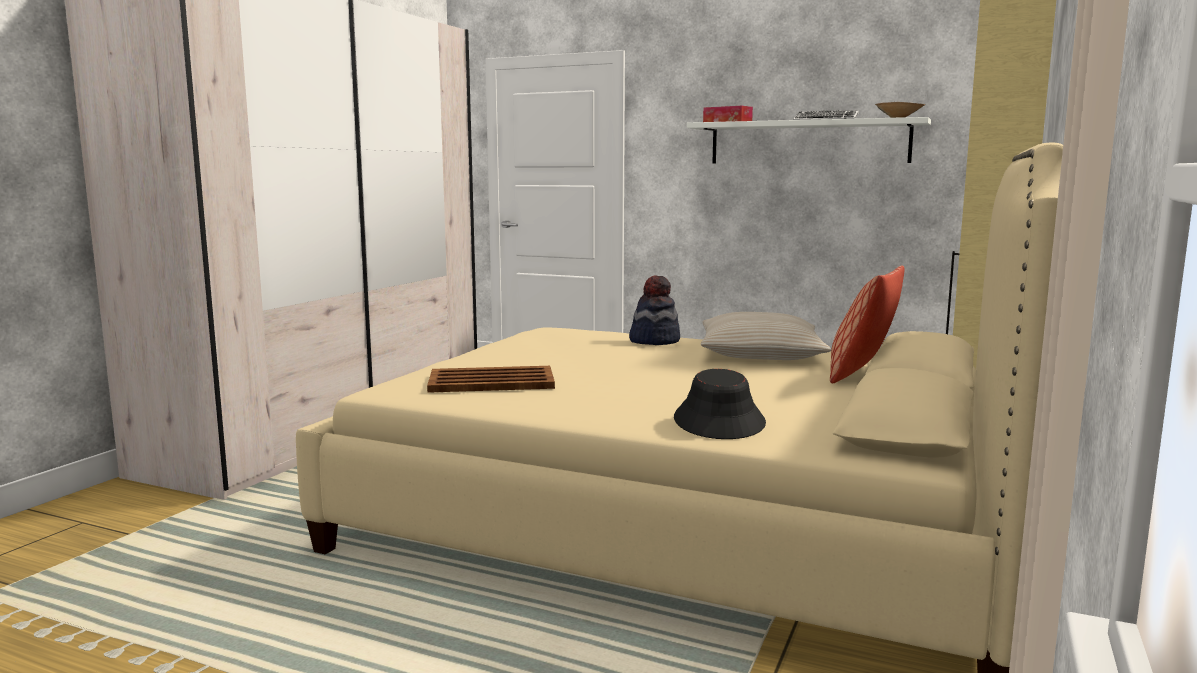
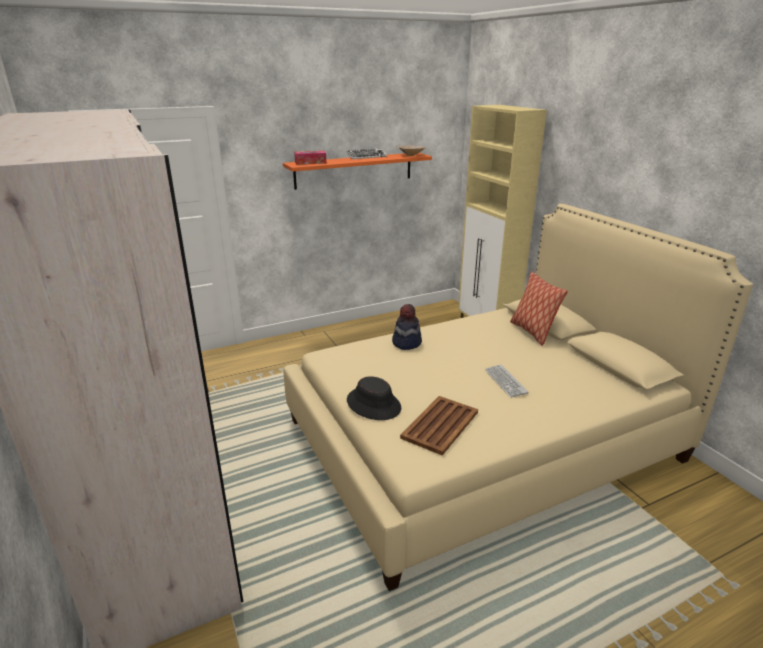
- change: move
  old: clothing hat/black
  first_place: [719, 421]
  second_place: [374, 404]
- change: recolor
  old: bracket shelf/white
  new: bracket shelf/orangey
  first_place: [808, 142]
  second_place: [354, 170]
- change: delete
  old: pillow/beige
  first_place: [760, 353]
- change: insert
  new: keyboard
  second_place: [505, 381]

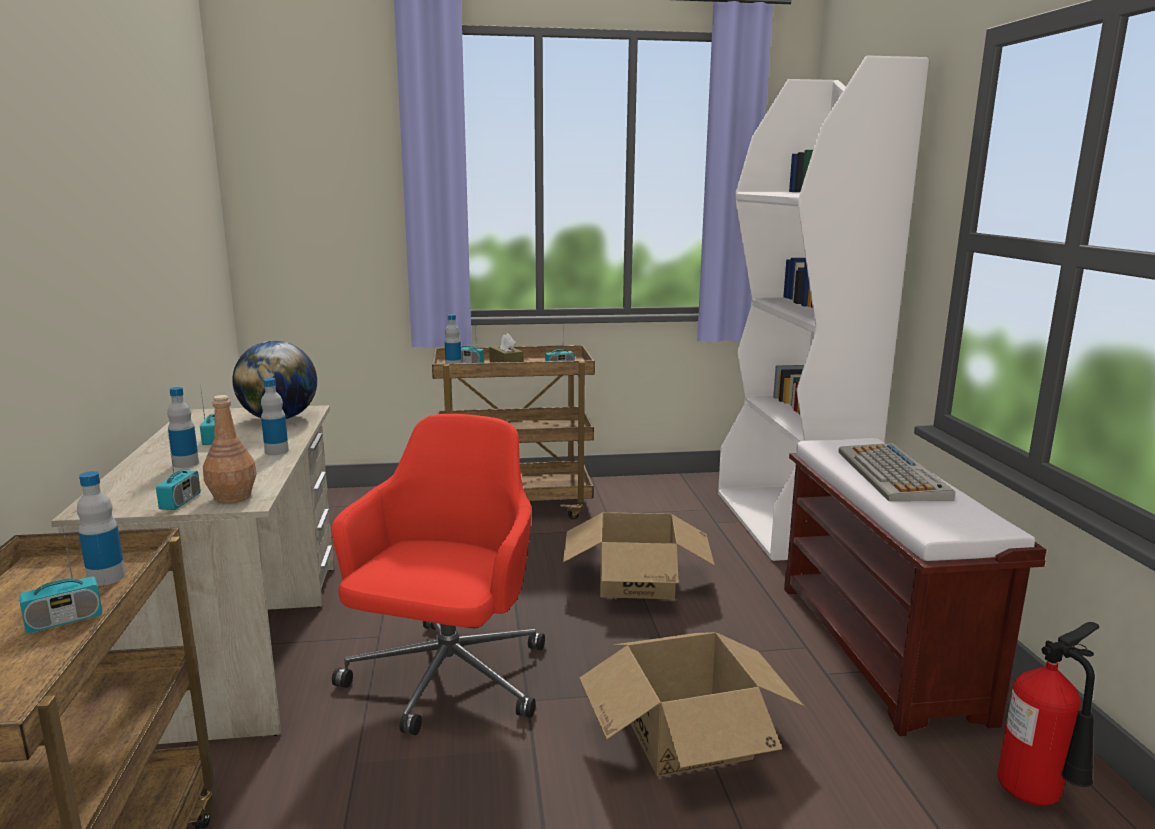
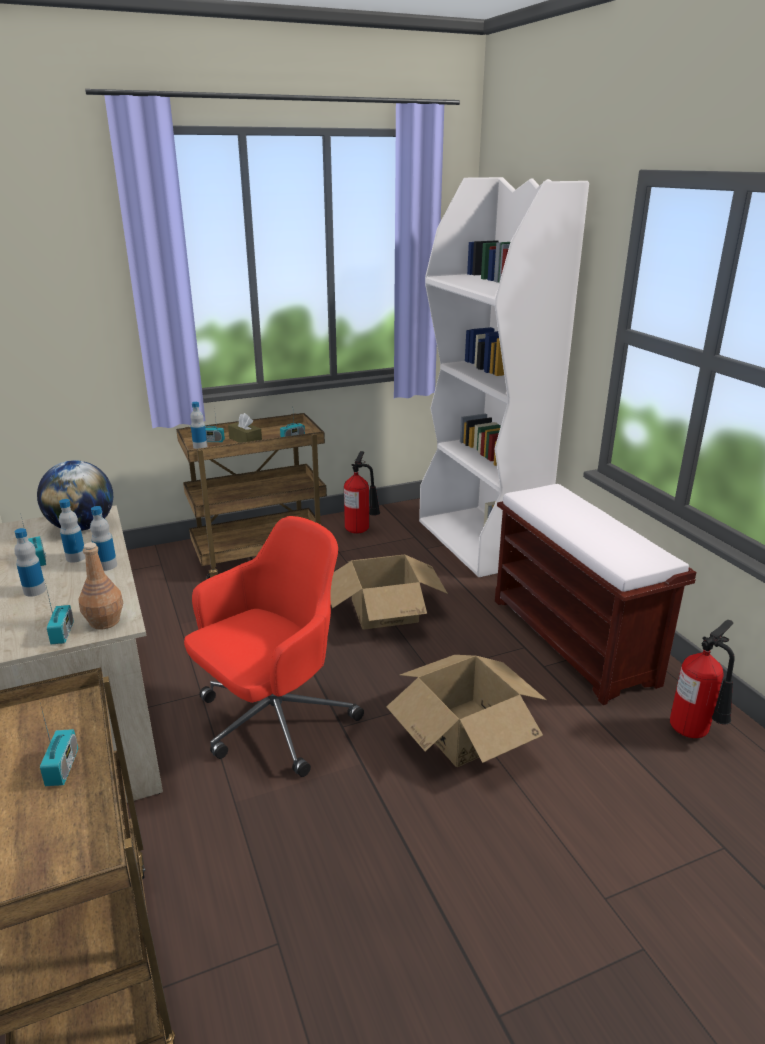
- change: rotate
  old: radio receiver
  first_place: [64, 620]
  second_place: [62, 768]
  degrees: -45
- change: move
  old: beverage bottle
  first_place: [106, 577]
  second_place: [76, 557]
- change: rotate
  old: desk chair/reddish
  first_place: [446, 680]
  second_place: [273, 721]
  degrees: 45
- change: delete
  old: keyboard
  first_place: [893, 475]
- change: insert
  new: fire-fighting cylinder
  second_place: [361, 530]

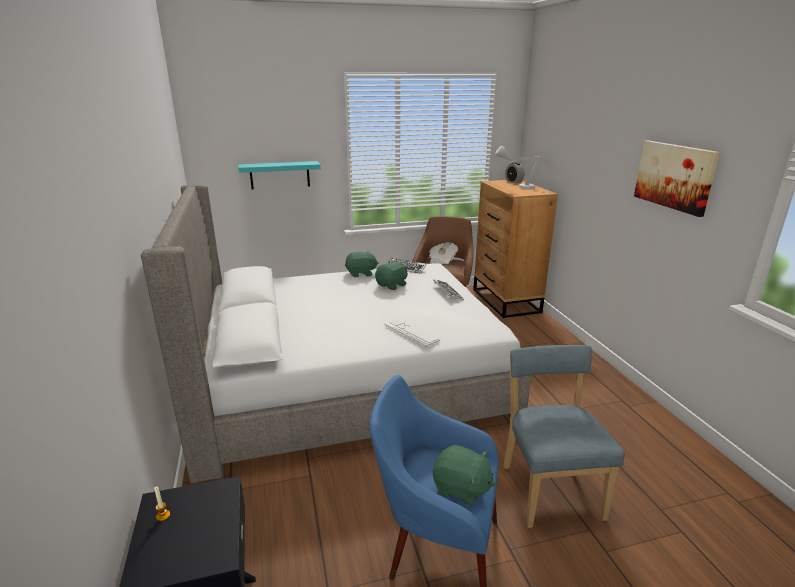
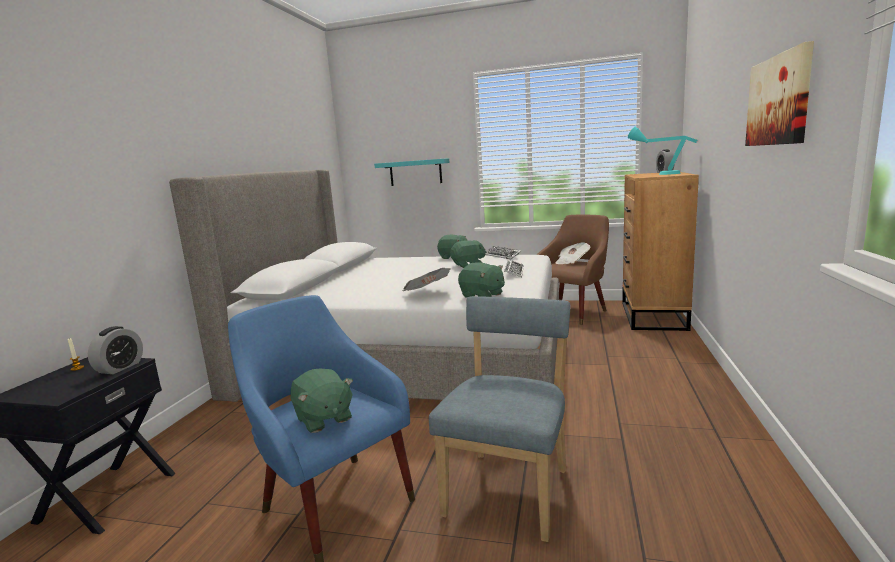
- change: replace
  old: keyboard
  new: daily paper
  first_place: [411, 333]
  second_place: [427, 293]
- change: recolor
  old: lamp for a table/grey
  new: lamp for a table/blue-green
  first_place: [517, 187]
  second_place: [658, 174]
- change: insert
  new: alarm clock
  second_place: [120, 367]
- change: insert
  new: cuddly toy/greenish
  second_place: [482, 295]

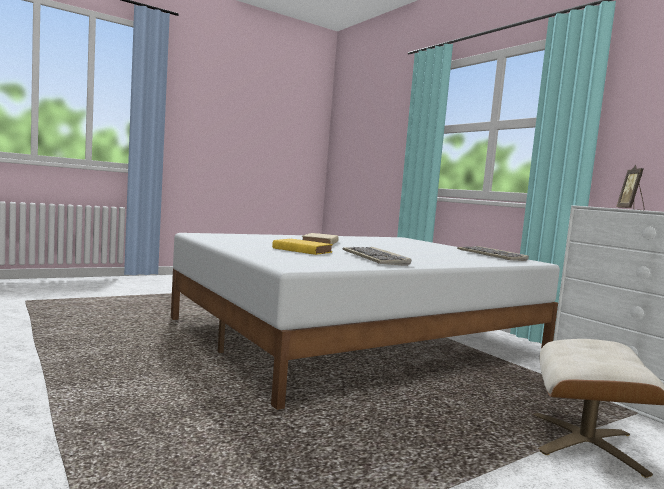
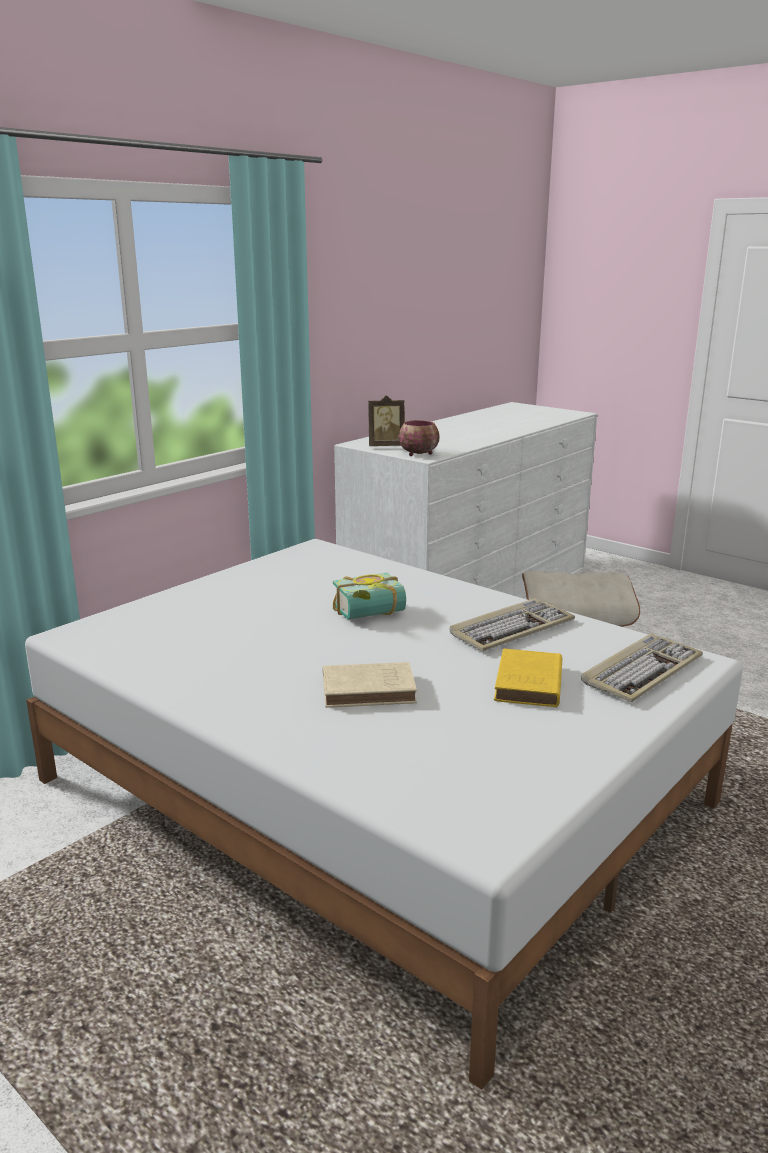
- change: move
  old: keyboard
  first_place: [492, 256]
  second_place: [641, 671]
- change: insert
  new: volume
  second_place: [371, 614]
- change: insert
  new: deep dish
  second_place: [419, 454]

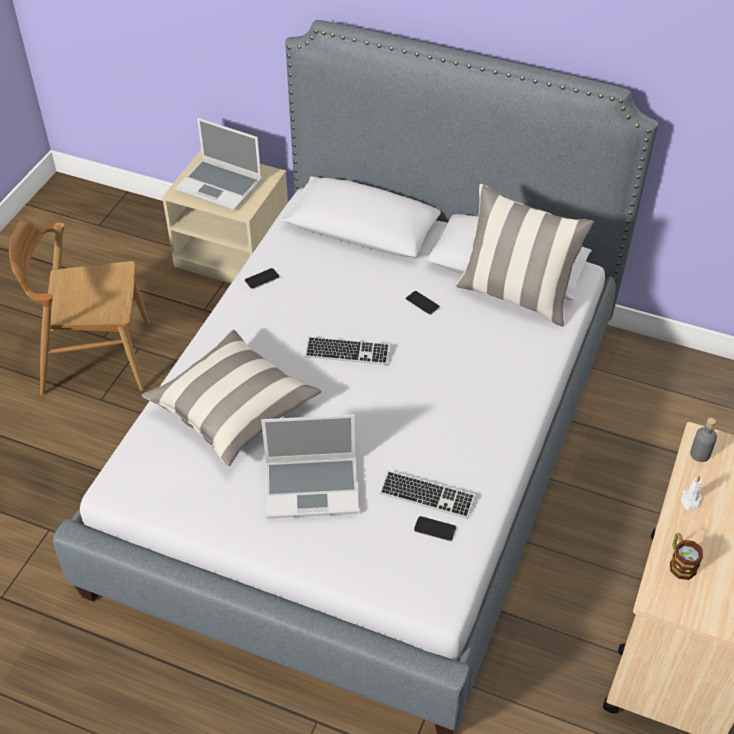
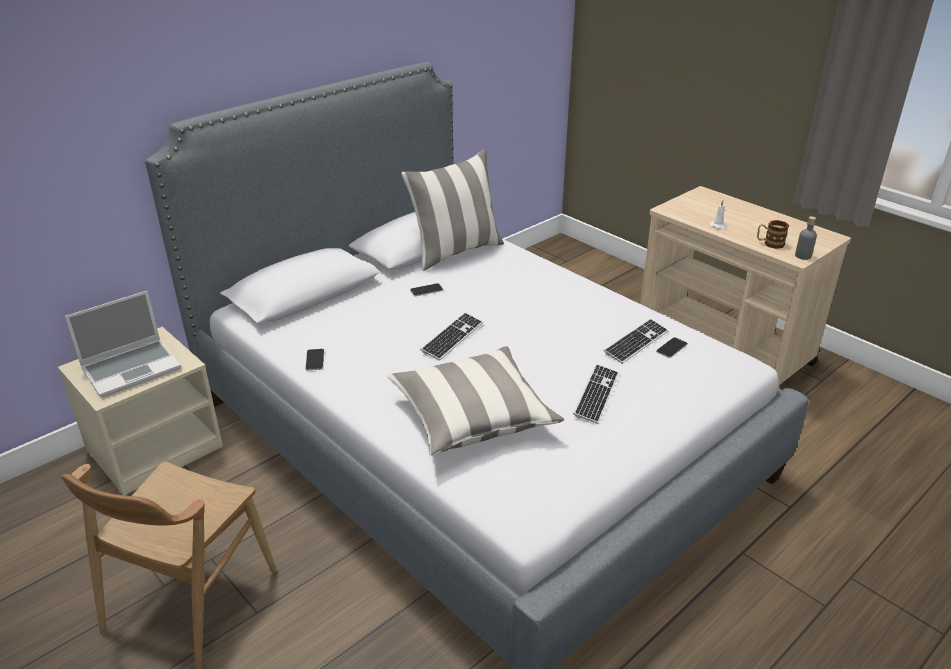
- change: replace
  old: portable computer
  new: keyboard
  first_place: [313, 487]
  second_place: [596, 395]
- change: move
  old: beverage bottle/grey
  first_place: [700, 454]
  second_place: [803, 256]

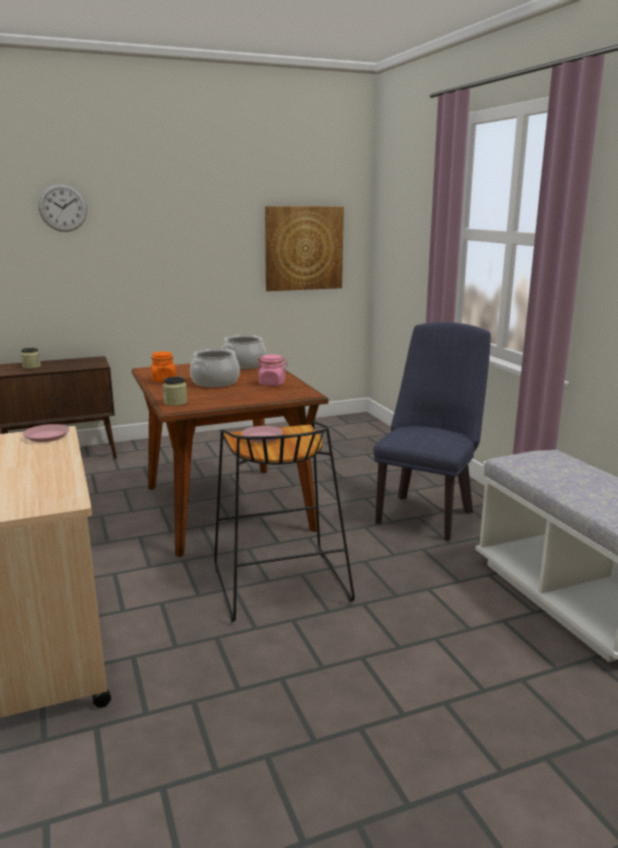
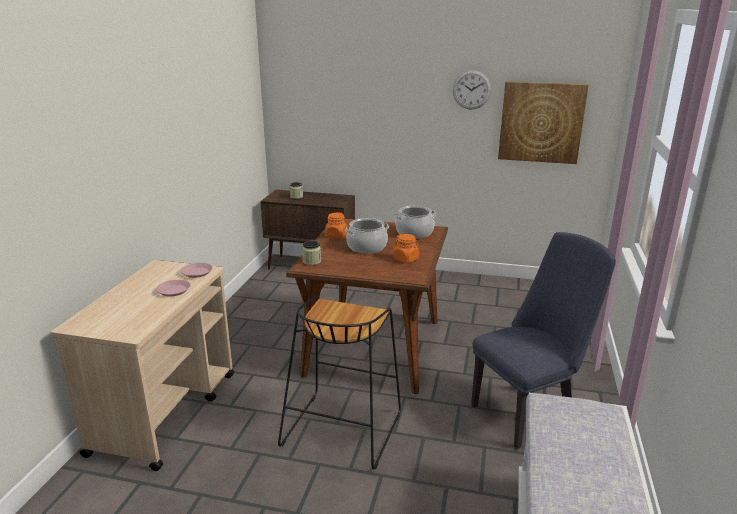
- change: move
  old: wall clock
  first_place: [63, 208]
  second_place: [471, 90]
- change: move
  old: flat dish/pink
  first_place: [262, 437]
  second_place: [174, 290]
- change: recolor
  old: storage jar/pink
  new: storage jar/orangey
  first_place: [272, 383]
  second_place: [406, 259]

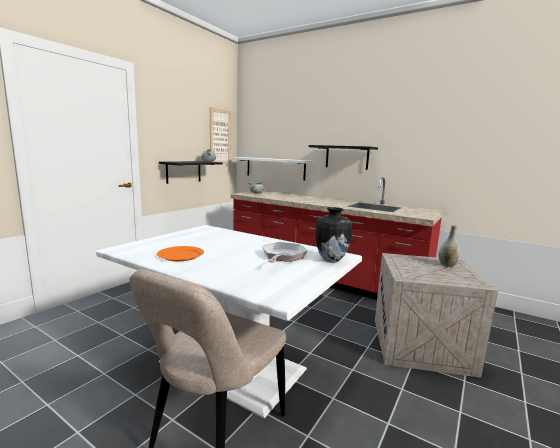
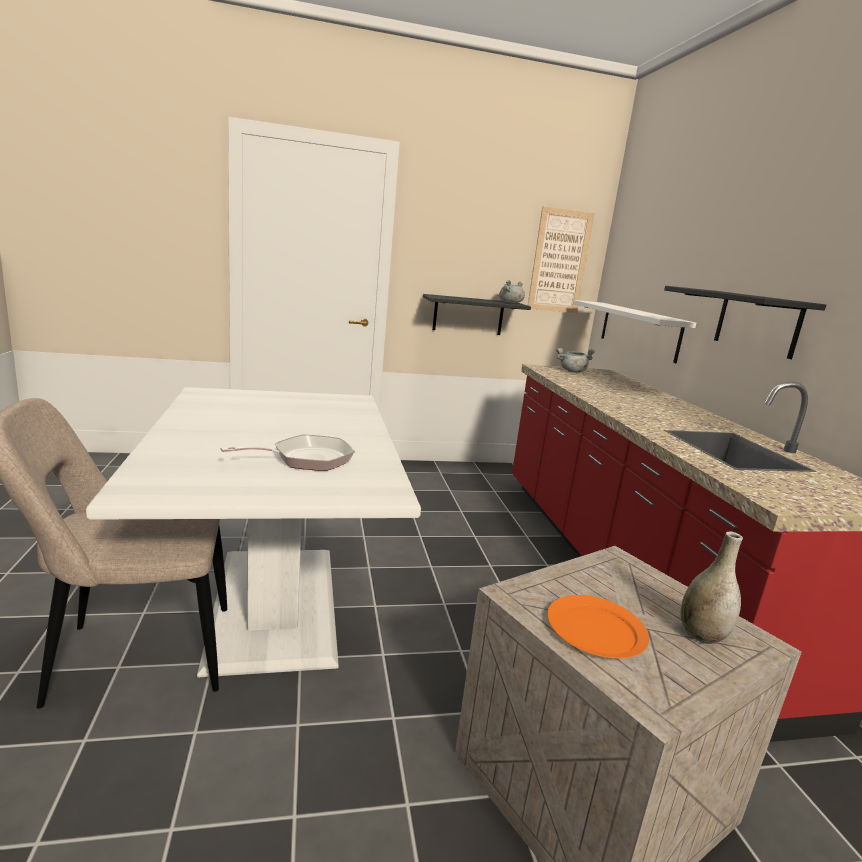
- change: move
  old: flat dish/orangey
  first_place: [181, 255]
  second_place: [596, 630]
- change: delete
  old: flower vase
  first_place: [330, 260]

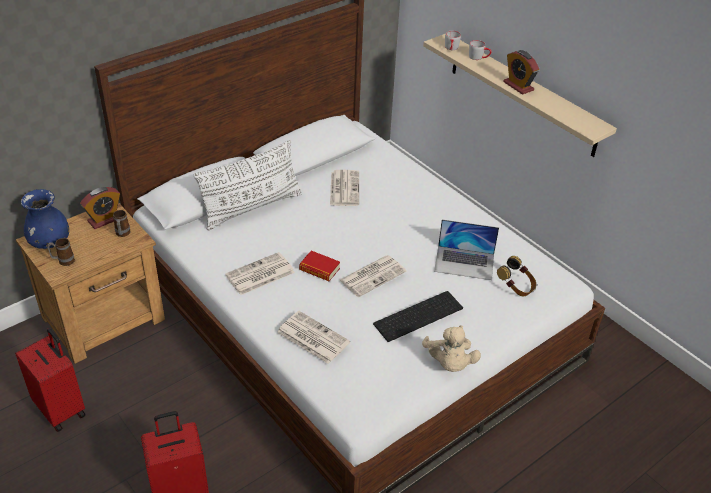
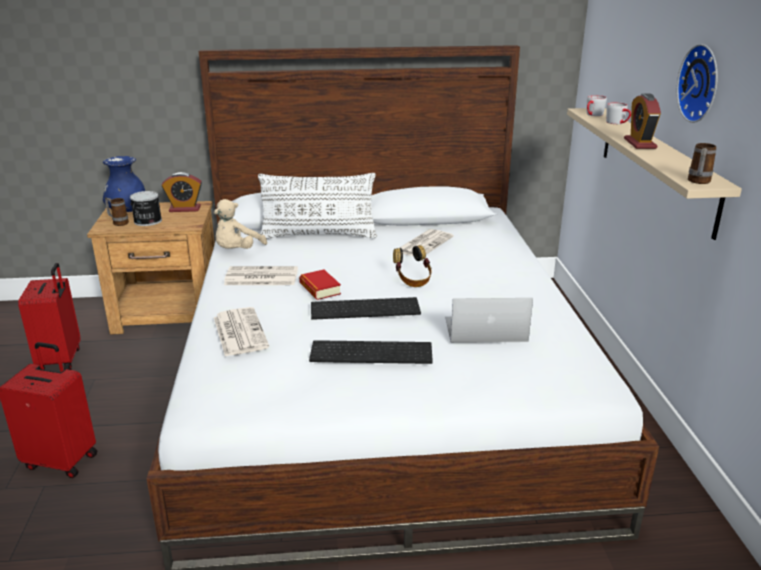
- change: move
  old: mug
  first_place: [122, 234]
  second_place: [698, 182]
- change: replace
  old: daily paper
  new: keyboard
  first_place: [373, 275]
  second_place: [366, 308]
- change: move
  old: cuddly toy/beige
  first_place: [449, 363]
  second_place: [237, 251]
- change: rotate
  old: portable computer
  first_place: [464, 262]
  second_place: [485, 329]
  degrees: 135
- change: move
  old: headphones
  first_place: [516, 287]
  second_place: [412, 280]
- change: insert
  new: can
  second_place: [147, 221]
- change: insert
  new: wall clock
  second_place: [702, 83]

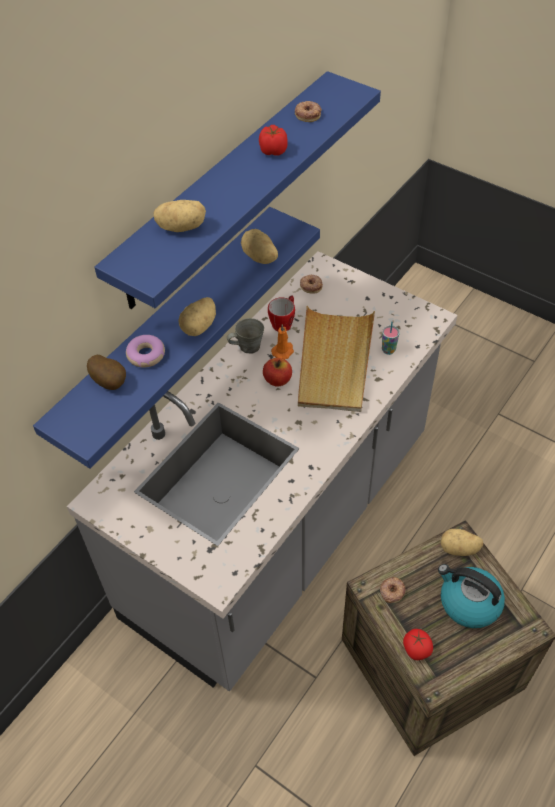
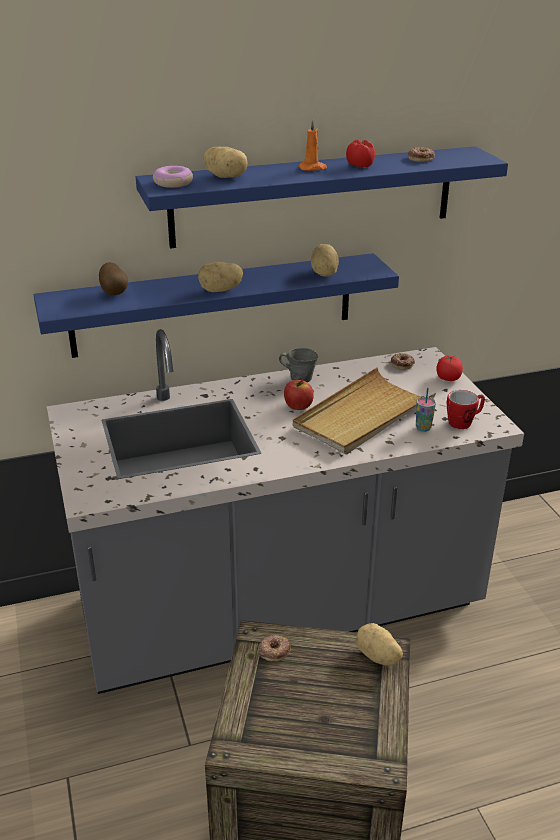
- change: move
  old: ring doughnut
  first_place: [146, 355]
  second_place: [173, 183]
- change: move
  old: mug
  first_place: [284, 322]
  second_place: [464, 422]
- change: move
  old: candle/orangey
  first_place: [283, 351]
  second_place: [312, 168]
- change: move
  old: tomato
  first_place: [416, 649]
  second_place: [448, 378]
- change: delete
  old: kettle
  first_place: [468, 603]

